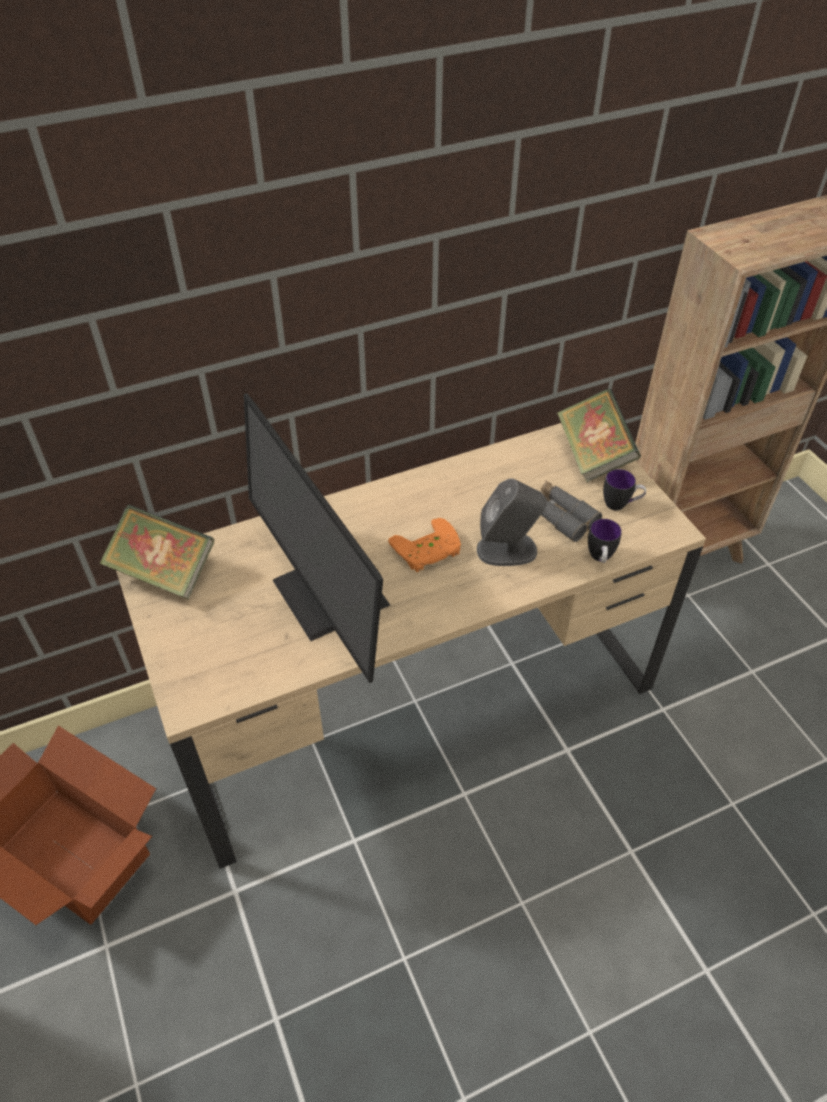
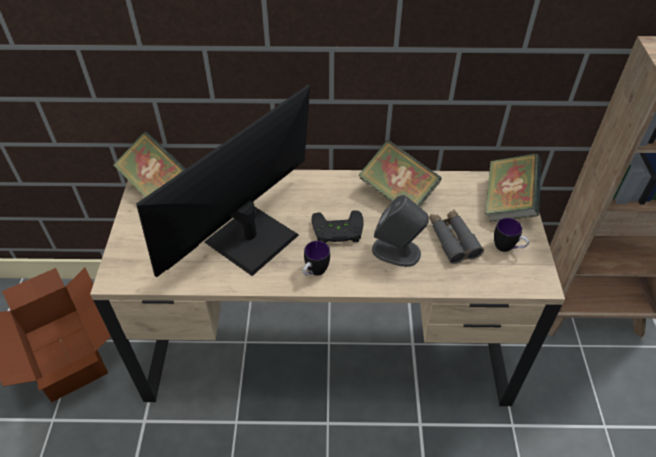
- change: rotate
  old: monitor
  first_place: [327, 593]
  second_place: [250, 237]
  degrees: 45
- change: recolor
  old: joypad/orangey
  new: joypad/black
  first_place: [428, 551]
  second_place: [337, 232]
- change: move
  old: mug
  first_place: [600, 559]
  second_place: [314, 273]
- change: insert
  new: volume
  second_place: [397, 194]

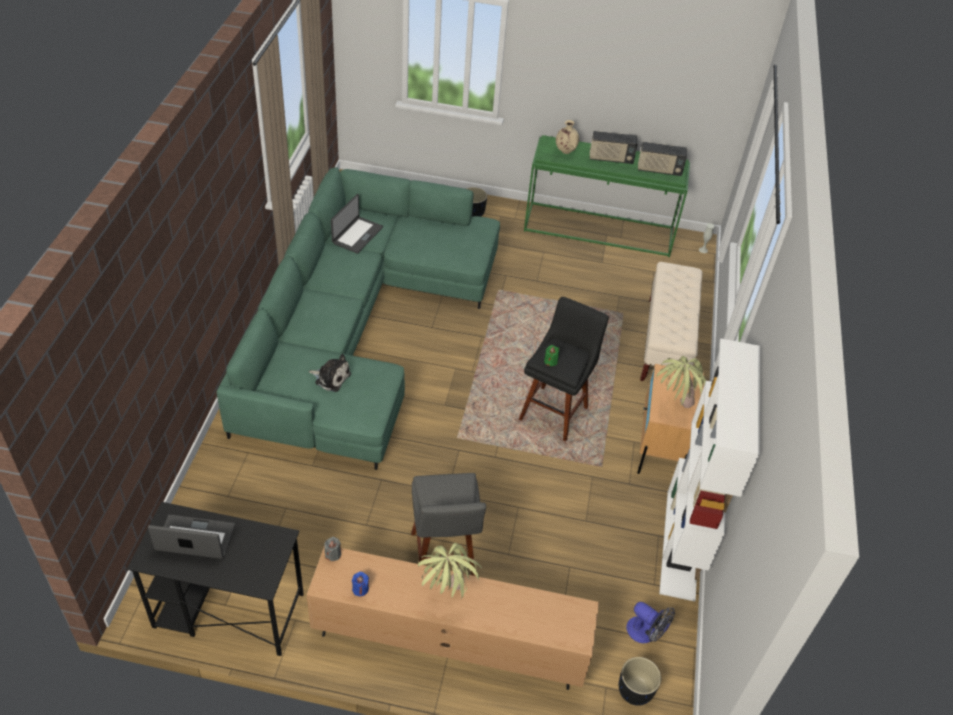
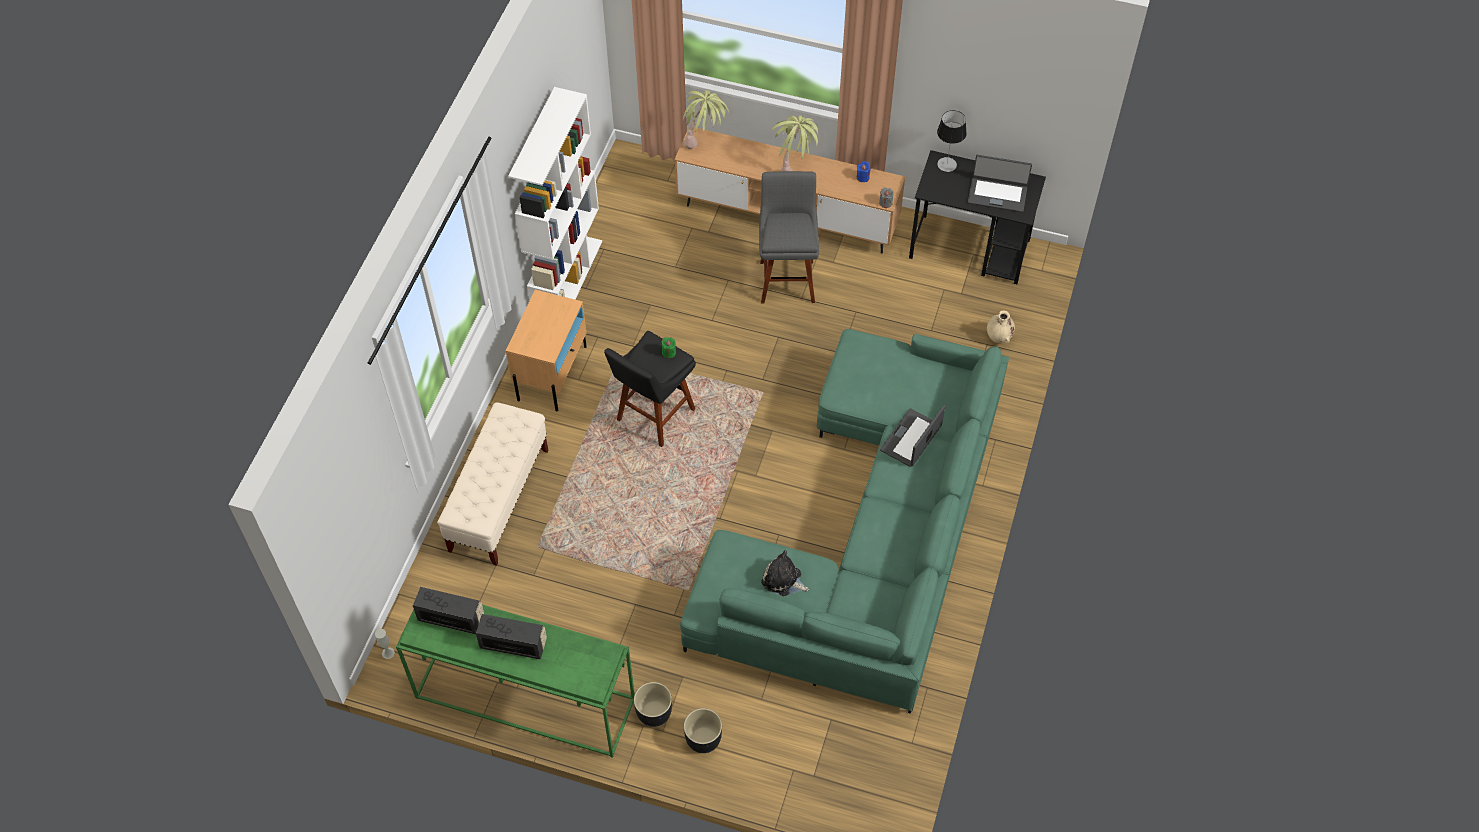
- change: move
  old: cuddly toy
  first_place: [331, 377]
  second_place: [783, 580]
- change: move
  old: portable computer
  first_place: [357, 235]
  second_place: [911, 439]
- change: move
  old: flower vase/beige
  first_place: [565, 151]
  second_place: [998, 338]
- change: move
  old: flower pot/black
  first_place: [634, 691]
  second_place: [654, 712]
- change: delete
  old: electric fan
  first_place: [646, 633]
- change: move
  old: potted plant
  first_place: [672, 409]
  second_place: [705, 142]
- change: insert
  new: lamp for a table
  second_place: [947, 164]

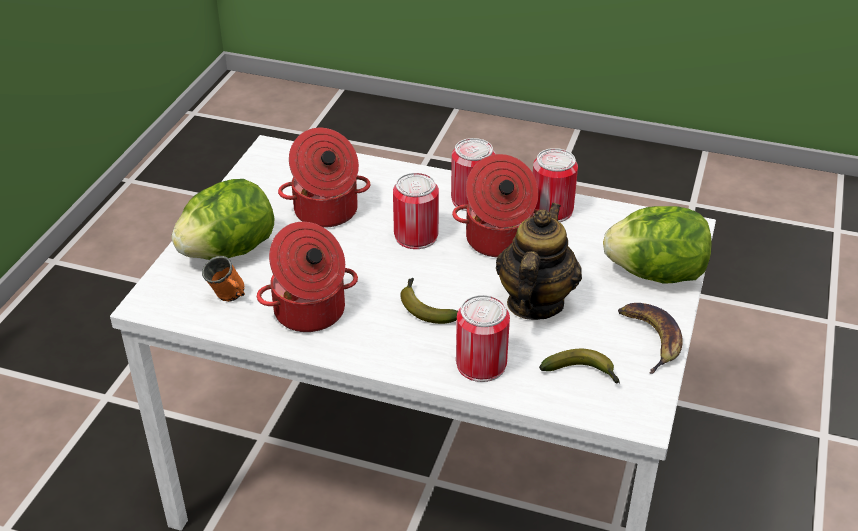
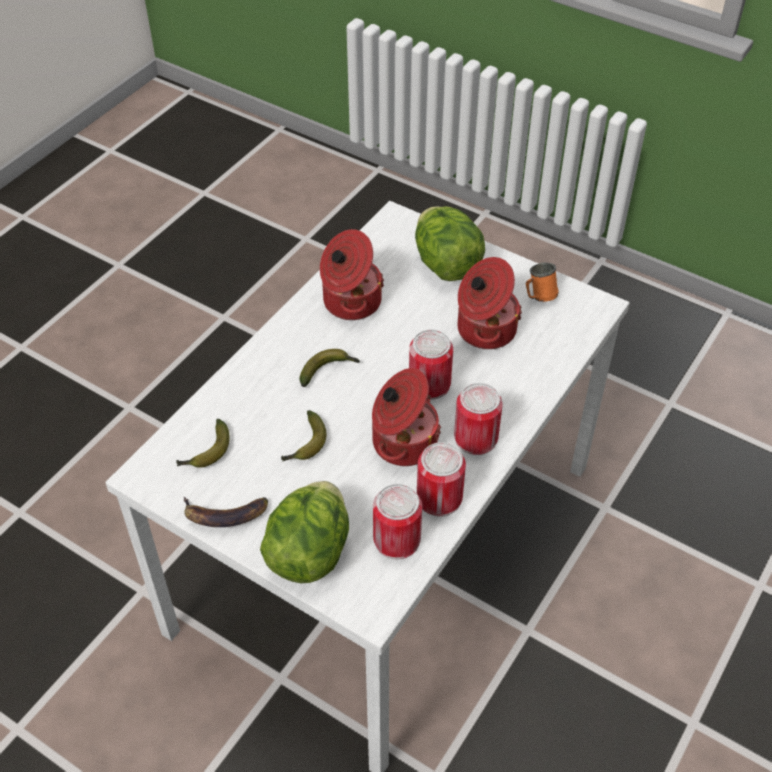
- change: move
  old: mug/orangey
  first_place: [229, 299]
  second_place: [538, 297]
- change: move
  old: can
  first_place: [481, 364]
  second_place: [397, 539]
- change: replace
  old: tea pot
  new: banana fruit
  first_place: [534, 303]
  second_place: [305, 445]

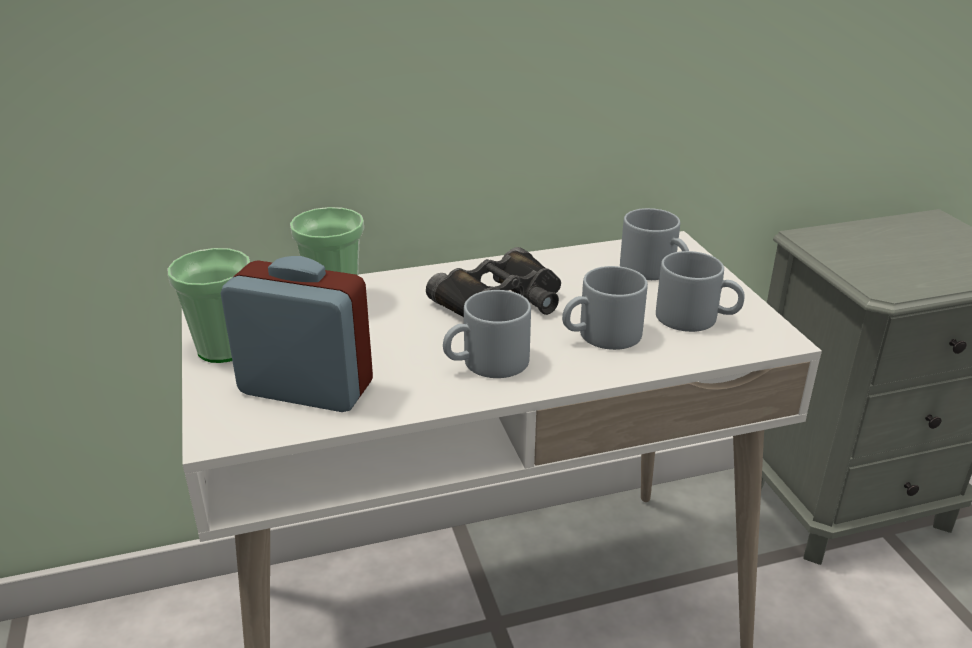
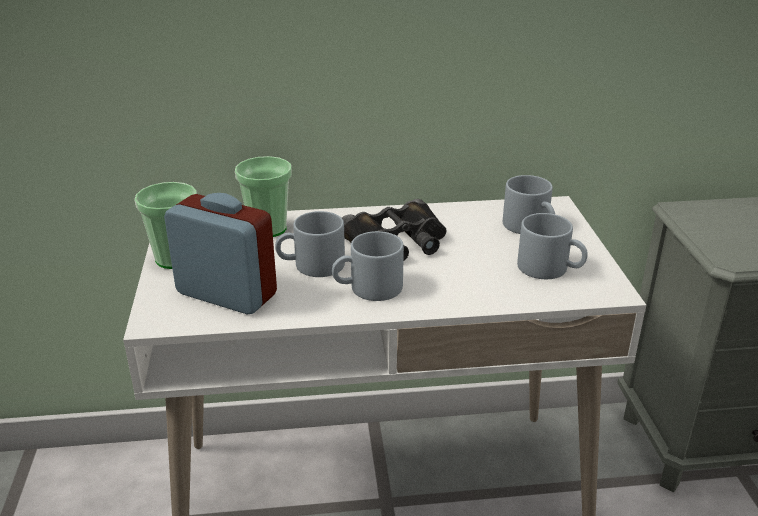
- change: move
  old: mug/grey
  first_place: [601, 336]
  second_place: [311, 266]

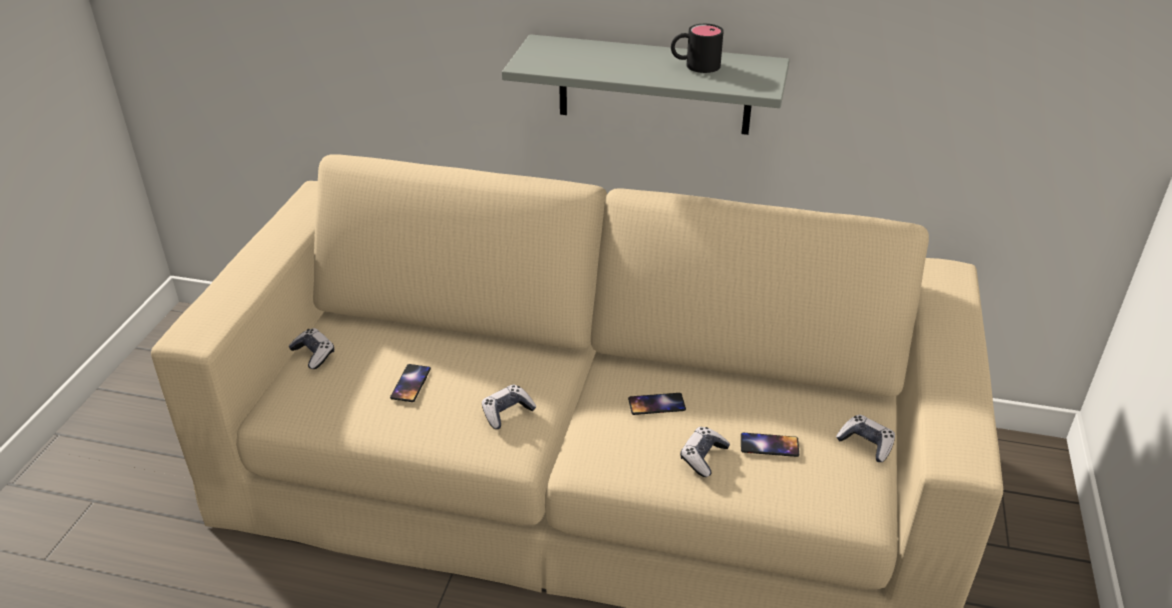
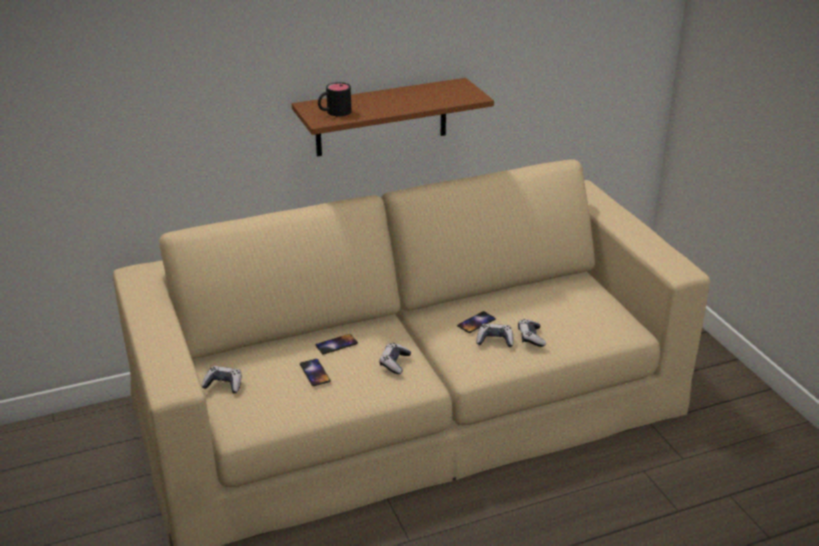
- change: recolor
  old: bracket shelf/grey
  new: bracket shelf/brown-coloured
  first_place: [654, 85]
  second_place: [381, 117]
- change: move
  old: mug/black
  first_place: [695, 65]
  second_place: [334, 113]
- change: move
  old: telephone
  first_place: [769, 445]
  second_place: [336, 344]
- change: move
  old: joypad
  first_place: [866, 444]
  second_place: [495, 340]

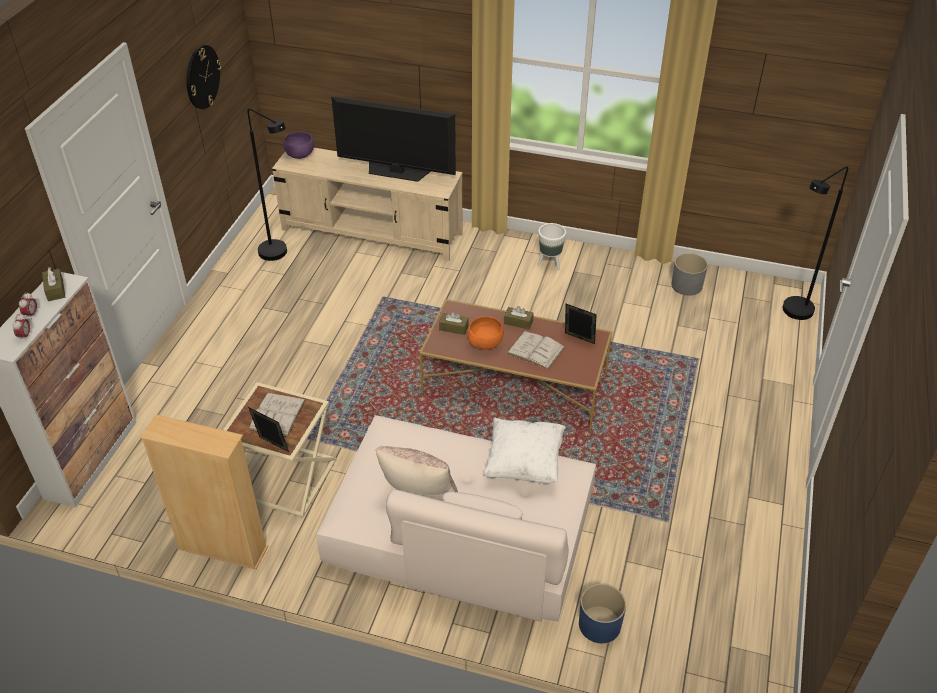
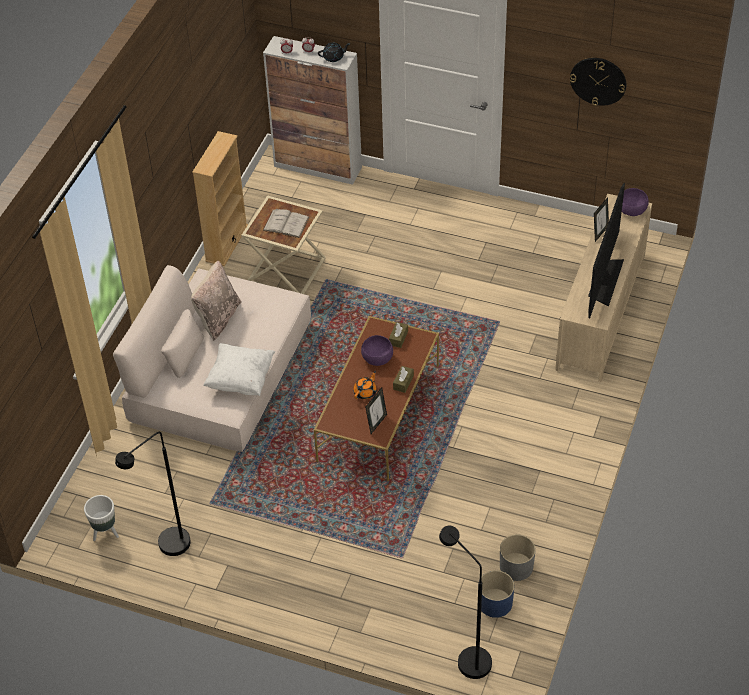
- change: replace
  old: tissue box/brown-coloured
  new: tea pot/black
  first_place: [55, 290]
  second_place: [334, 57]
- change: move
  old: standard lamp/black
  first_place: [279, 254]
  second_place: [168, 549]
- change: move
  old: picture frame
  first_place: [272, 446]
  second_place: [599, 233]
- change: recolor
  old: deep dish/orangey
  new: deep dish/purplish
  first_place: [485, 343]
  second_place: [377, 358]
- change: replace
  old: volume/white
  new: tea pot/orangey
  first_place: [535, 350]
  second_place: [365, 392]
- change: move
  old: flower pot/white
  first_place: [549, 264]
  second_place: [105, 533]
- change: move
  old: flower pot/bluish
  first_place: [600, 624]
  second_place: [495, 603]

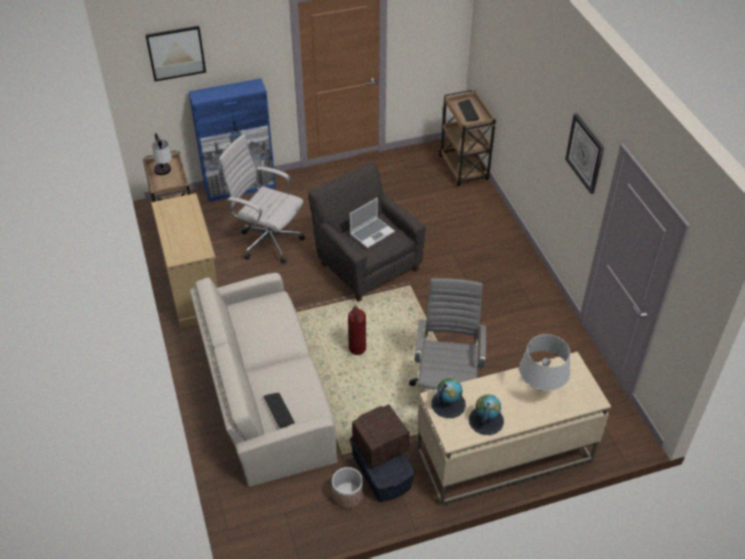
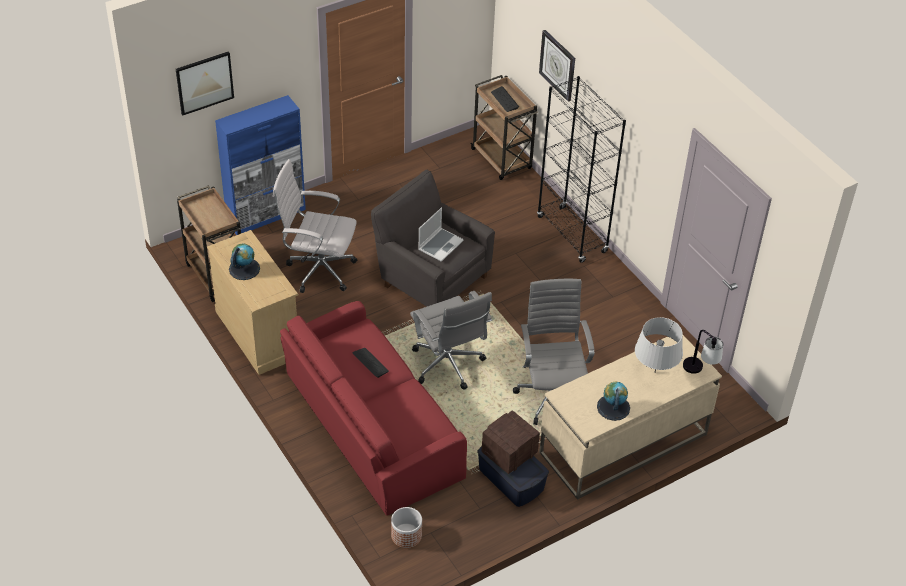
- change: move
  old: lamp for a table
  first_place: [165, 174]
  second_place: [699, 372]
- change: recolor
  old: sofa/beige
  new: sofa/reddish
  first_place: [265, 392]
  second_place: [371, 424]
- change: move
  old: keyboard
  first_place: [279, 410]
  second_place: [370, 363]
- change: move
  old: flower pot
  first_place: [347, 495]
  second_place: [406, 535]
- change: replace
  old: fire-fighting cylinder
  new: desk chair/grey
  first_place: [356, 348]
  second_place: [449, 366]
- change: move
  old: desk globe
  first_place: [448, 404]
  second_place: [244, 269]
- change: move
  old: wall clock
  first_place: [585, 153]
  second_place: [558, 65]
- change: insert
  new: bookcase/black
  second_place: [572, 235]

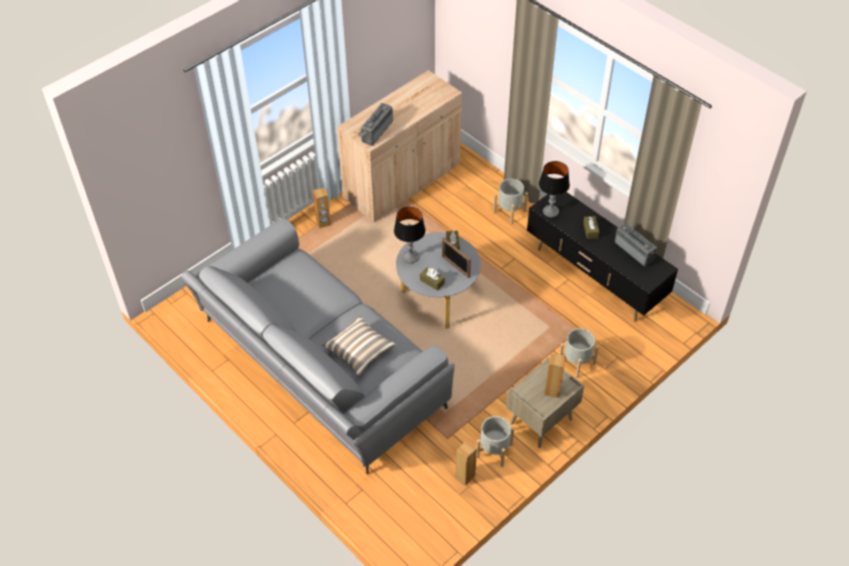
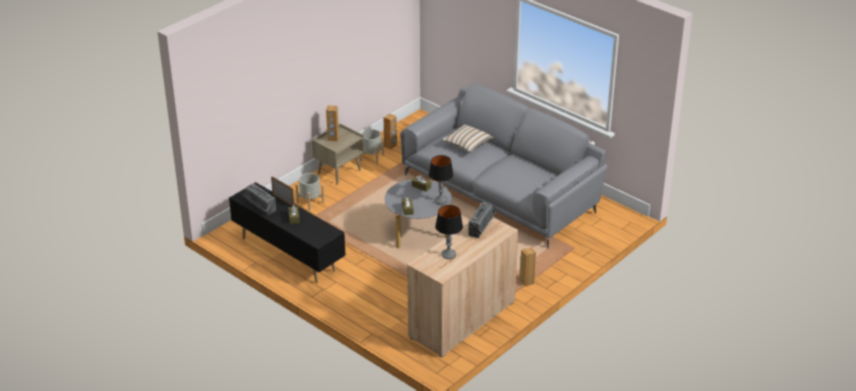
- change: move
  old: picture frame
  first_place: [455, 267]
  second_place: [283, 200]
- change: delete
  old: flower pot/grey
  first_place: [509, 211]
- change: move
  old: lamp for a table
  first_place: [550, 211]
  second_place: [448, 254]

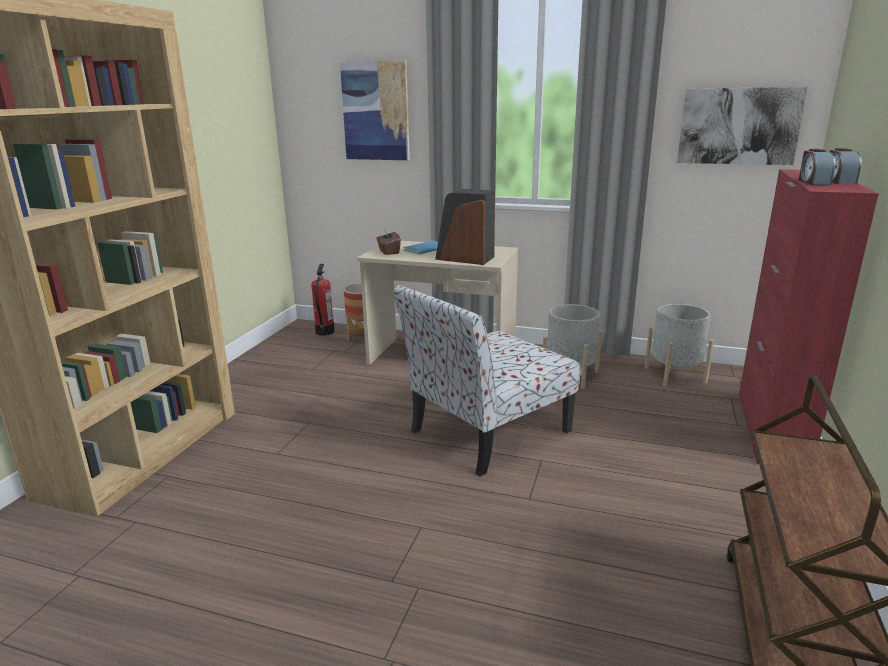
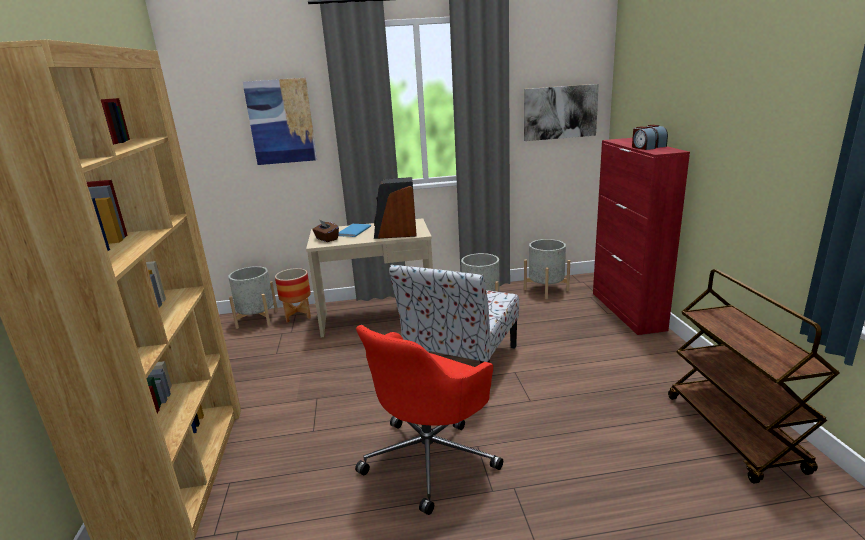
- change: replace
  old: fire-fighting cylinder
  new: flower pot/grey
  first_place: [324, 332]
  second_place: [257, 319]
- change: insert
  new: desk chair/reddish
  second_place: [430, 457]

